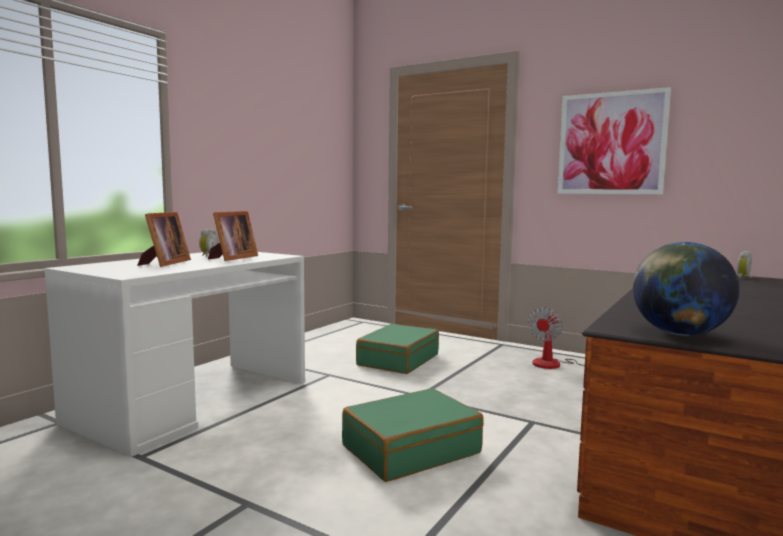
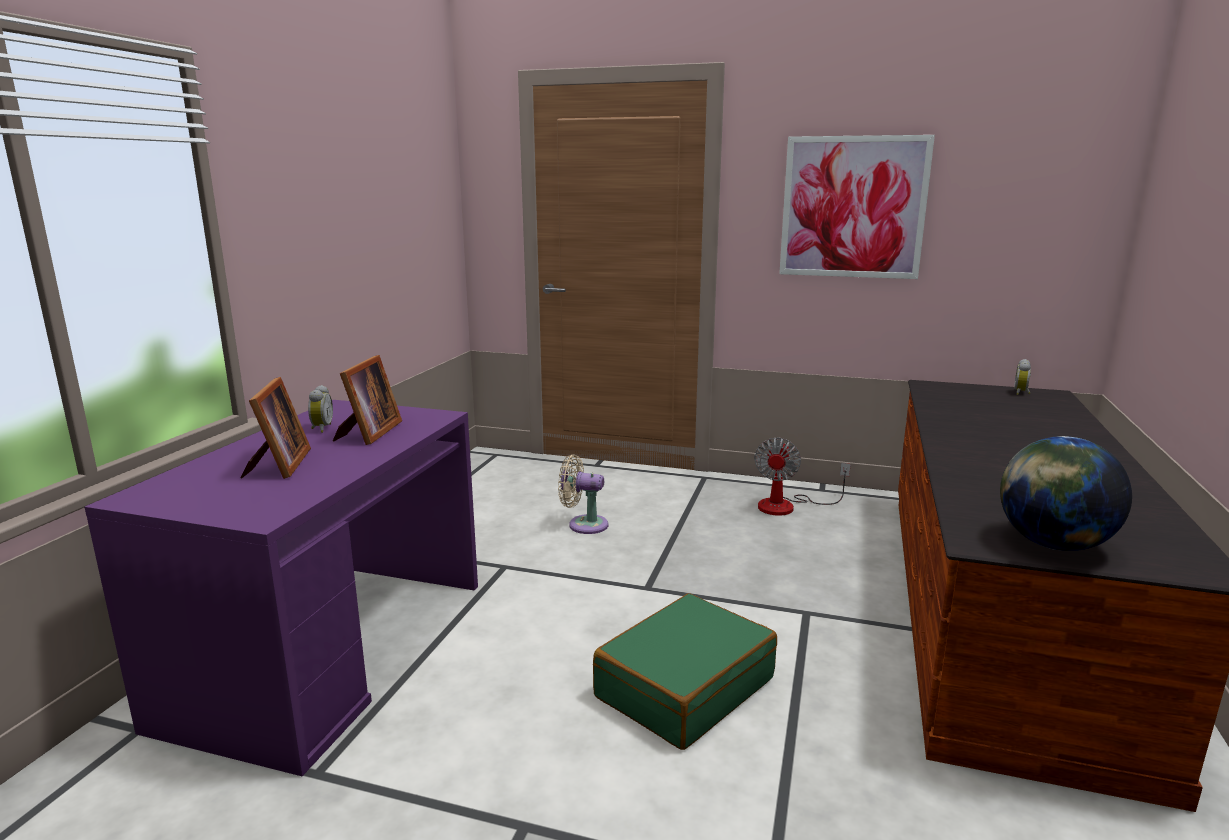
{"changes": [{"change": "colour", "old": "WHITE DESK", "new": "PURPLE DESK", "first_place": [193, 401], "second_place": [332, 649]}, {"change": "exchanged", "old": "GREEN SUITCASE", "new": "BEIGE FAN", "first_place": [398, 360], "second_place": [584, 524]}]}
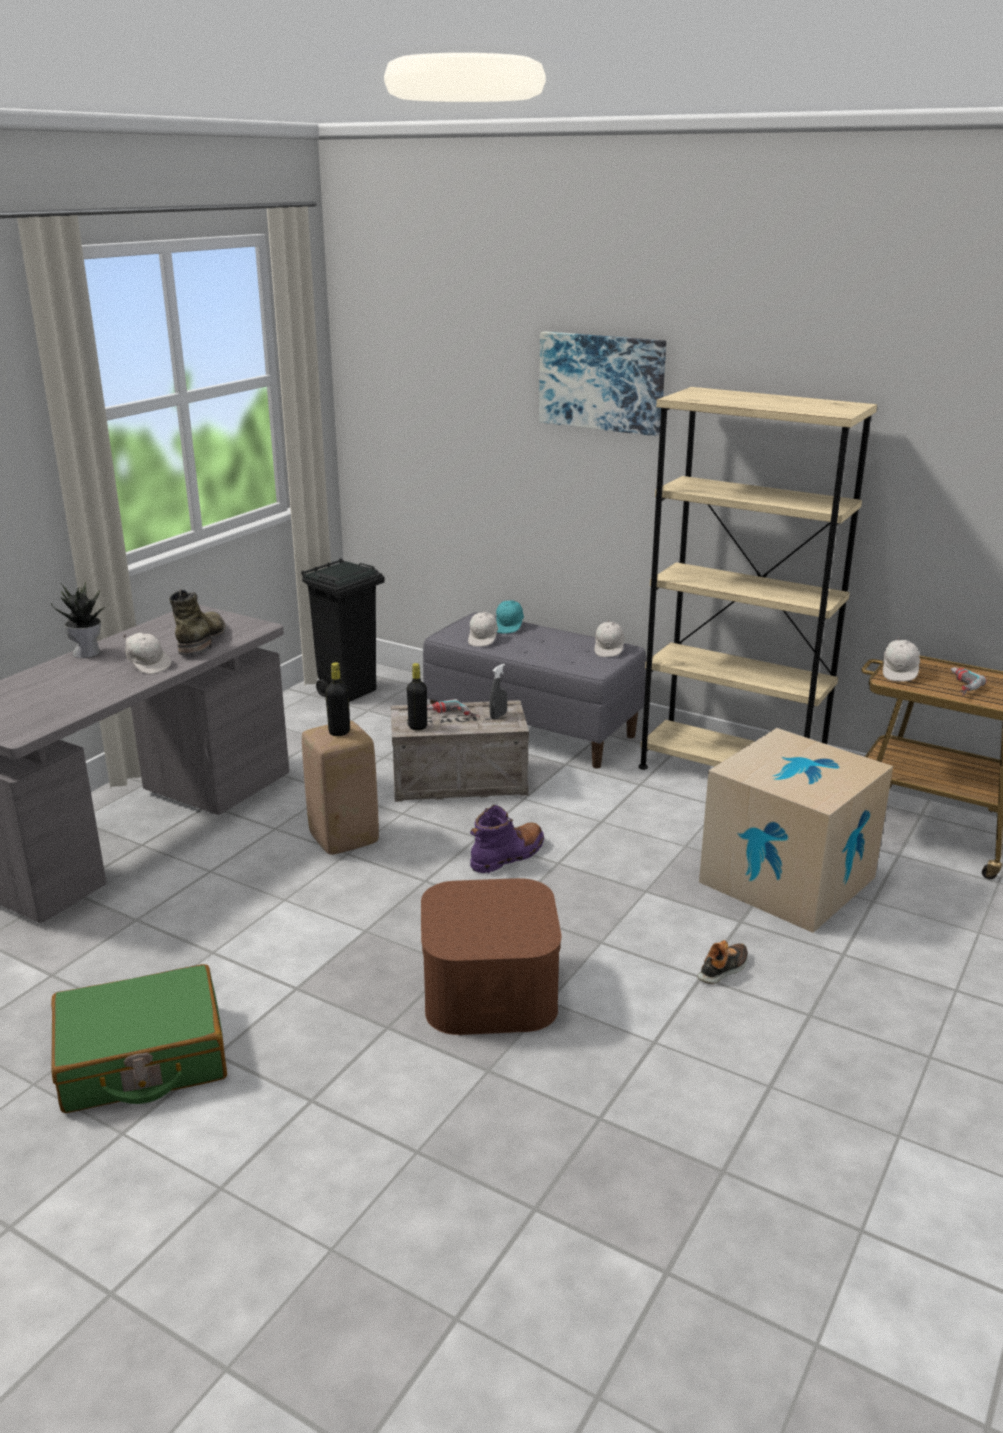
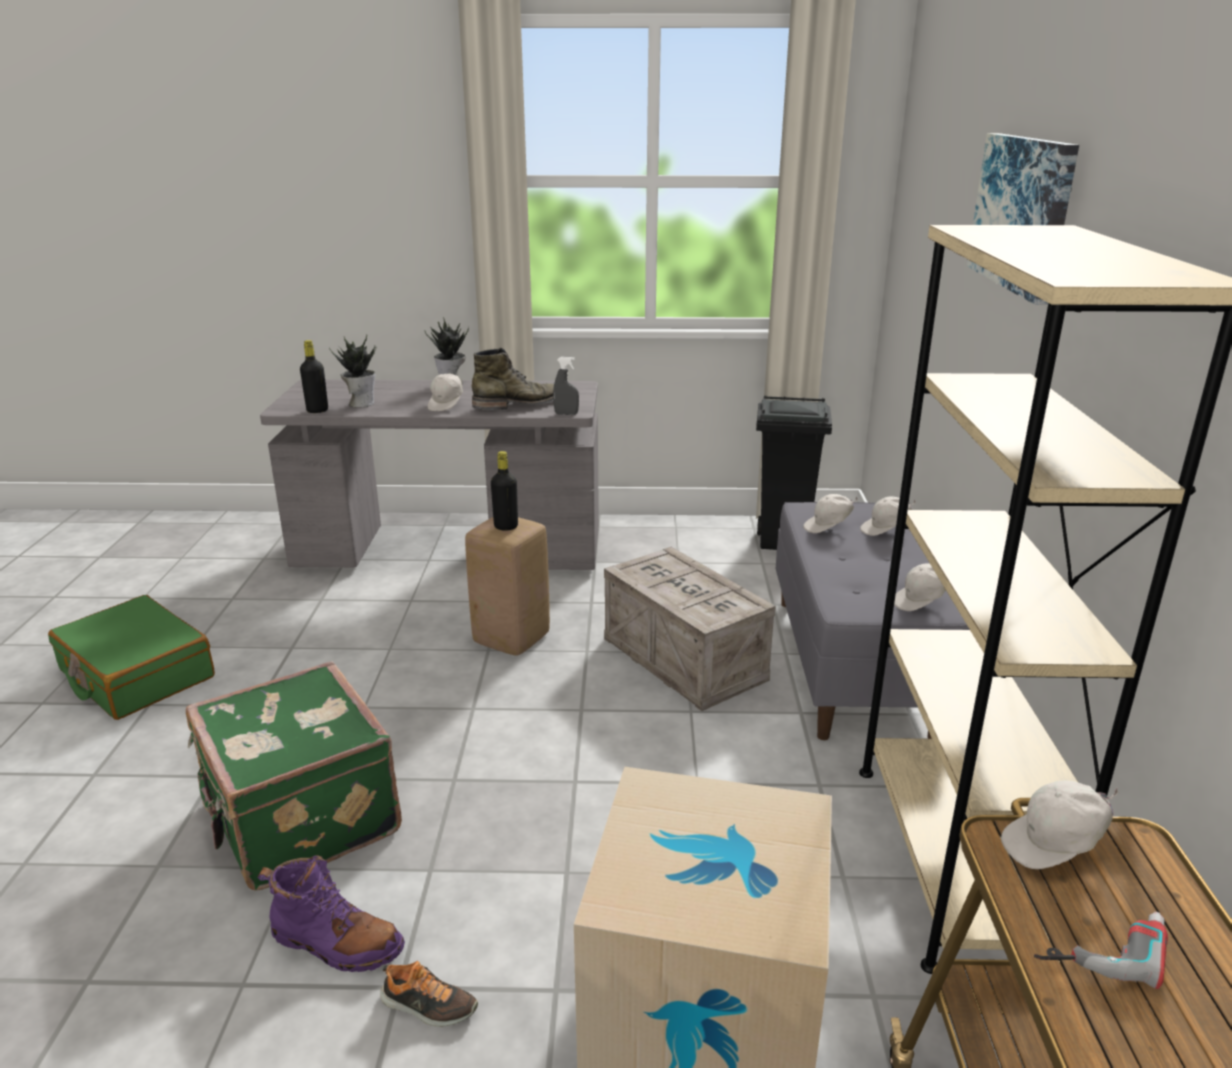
{"changes": [{"change": "exchanged", "old": "BROWN STORAGE BOX", "new": "GREEN SUITCASE", "first_place": [490, 989], "second_place": [299, 818]}, {"change": "relocated", "old": "PURPLE BOOT", "first_place": [508, 856], "second_place": [336, 943]}, {"change": "relocated", "old": "BLACK BOTTLE", "first_place": [418, 726], "second_place": [317, 410]}, {"change": "appeared", "new": "POTTED PLANT", "second_place": [361, 403]}, {"change": "relocated", "old": "GREY SPRAY BOTTLE", "first_place": [498, 716], "second_place": [566, 414]}, {"change": "colour", "old": "TURQUOISE CAP", "new": "WHITE CAP", "first_place": [509, 627], "second_place": [886, 530]}, {"change": "missing", "old": "POWER DRILL", "first_place": [452, 715]}]}
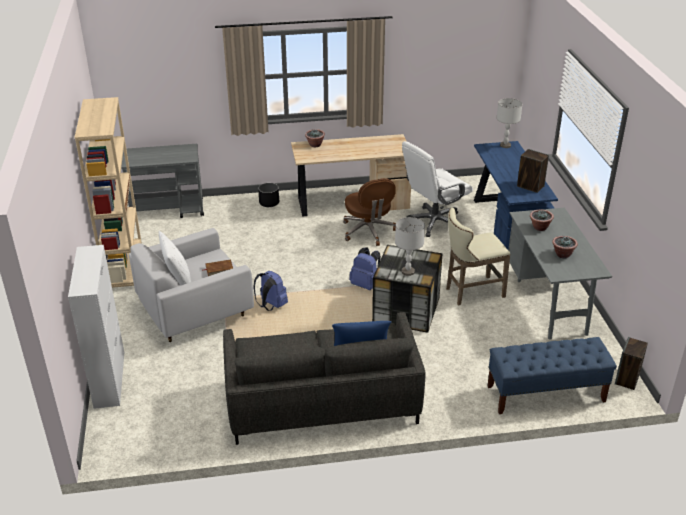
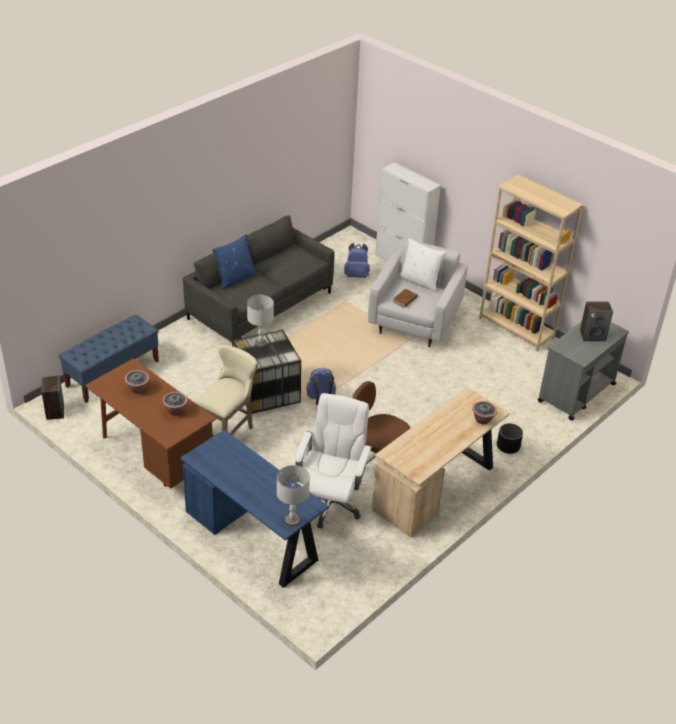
{"changes": [{"change": "colour", "old": "GREY DESK", "new": "BROWN DESK", "first_place": [548, 301], "second_place": [154, 456]}, {"change": "relocated", "old": "BLUE BACKPACK", "first_place": [271, 306], "second_place": [356, 275]}, {"change": "relocated", "old": "SPEAKER", "first_place": [530, 186], "second_place": [592, 335]}]}
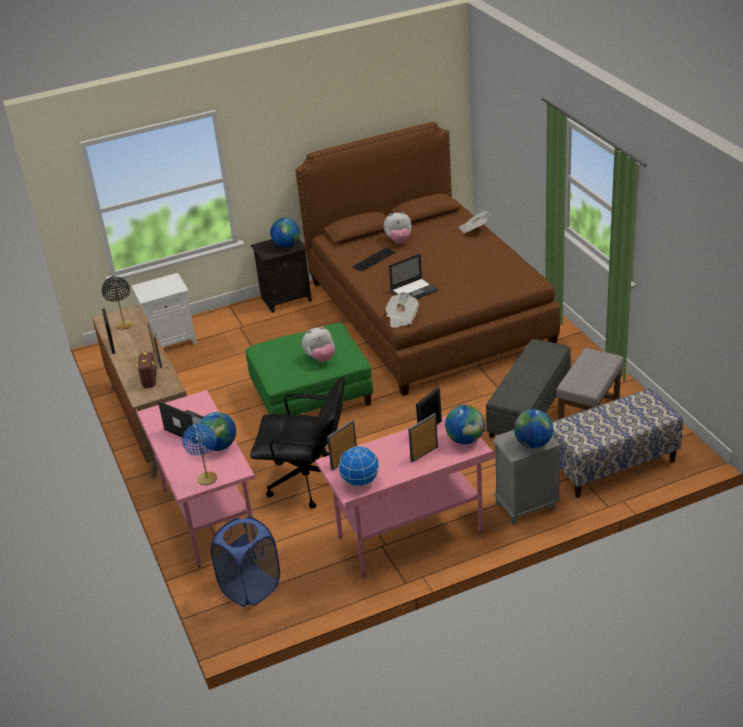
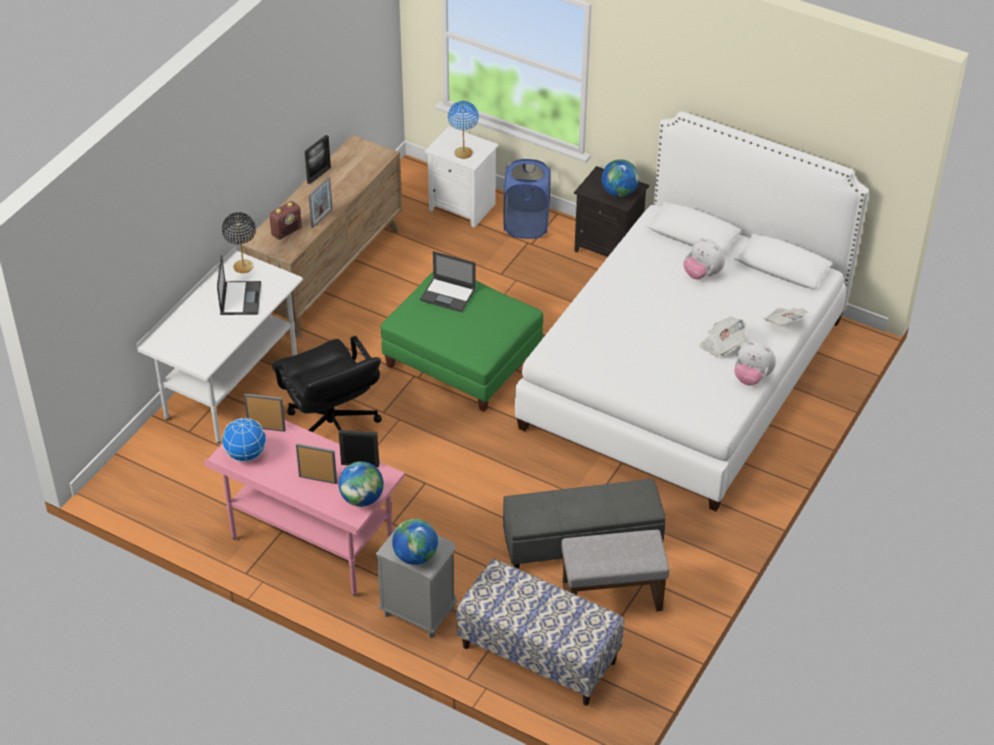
{"changes": [{"change": "colour", "old": "PINK DESK", "new": "WHITE DESK", "first_place": [208, 518], "second_place": [231, 389]}, {"change": "relocated", "old": "BLACK TABLE LAMP", "first_place": [124, 325], "second_place": [243, 267]}, {"change": "relocated", "old": "LAPTOP", "first_place": [414, 290], "second_place": [448, 295]}, {"change": "relocated", "old": "BLUE TABLE LAMP", "first_place": [207, 479], "second_place": [463, 153]}, {"change": "relocated", "old": "BLUE LAUNDRY BASKET", "first_place": [251, 588], "second_place": [526, 225]}, {"change": "colour", "old": "BROWN BED", "new": "WHITE BED", "first_place": [427, 312], "second_place": [683, 372]}, {"change": "relocated", "old": "NEWSPAPER", "first_place": [401, 318], "second_place": [722, 345]}, {"change": "relocated", "old": "PLUSH TOY", "first_place": [320, 358], "second_place": [752, 378]}, {"change": "missing", "old": "GLOBE", "first_place": [219, 446]}, {"change": "missing", "old": "KEYBOARD", "first_place": [373, 259]}]}
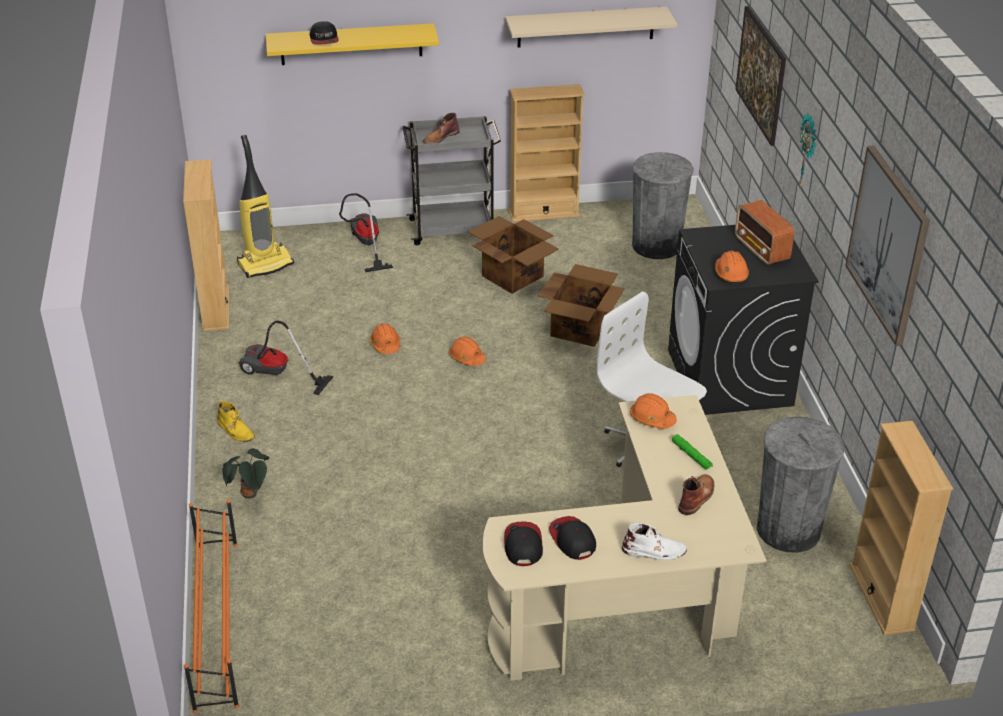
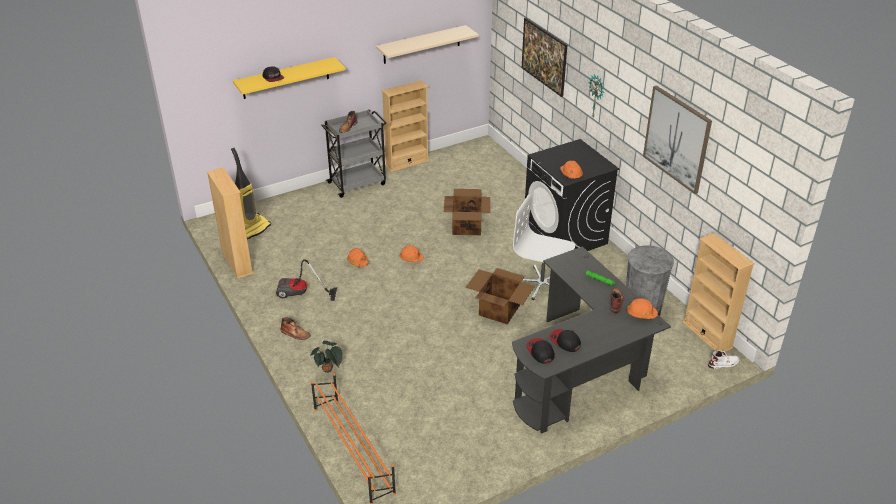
{"changes": [{"change": "colour", "old": "YELLOW BOOT", "new": "BROWN BOOT", "first_place": [235, 430], "second_place": [295, 334]}, {"change": "relocated", "old": "CARDBOARD BOX", "first_place": [512, 275], "second_place": [498, 310]}, {"change": "colour", "old": "BEIGE DESK", "new": "BLACK DESK", "first_place": [631, 601], "second_place": [582, 372]}, {"change": "relocated", "old": "ORANGE HARD HAT", "first_place": [652, 419], "second_place": [641, 313]}, {"change": "relocated", "old": "WHITE BOOT", "first_place": [654, 551], "second_place": [724, 363]}, {"change": "missing", "old": "VACUUM CLEANER", "first_place": [365, 245]}, {"change": "missing", "old": "GREY TRASH CAN", "first_place": [656, 245]}, {"change": "missing", "old": "RADIO", "first_place": [761, 250]}]}
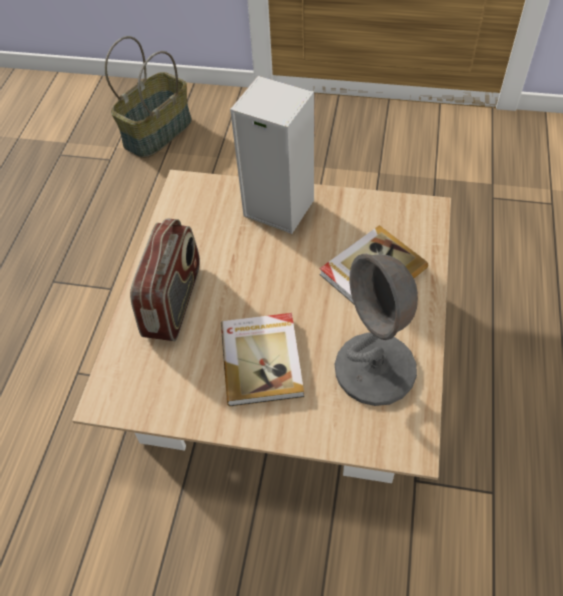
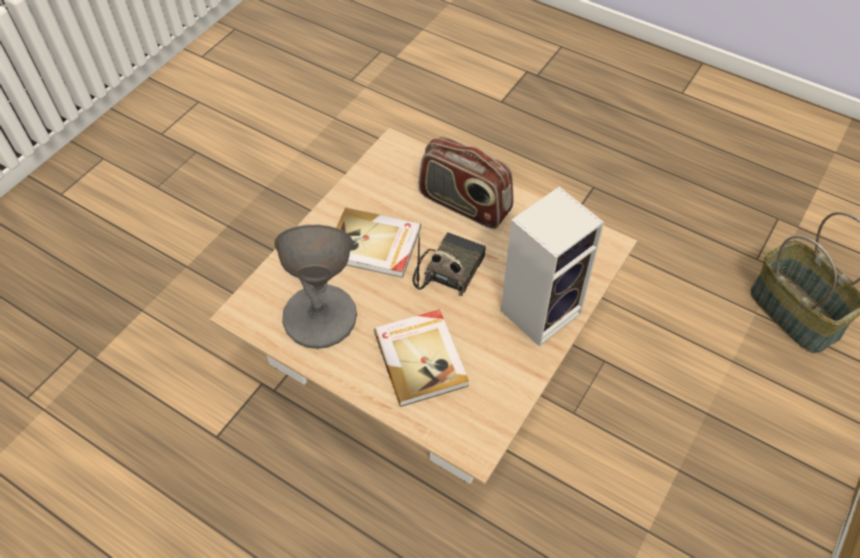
{"changes": [{"change": "appeared", "new": "RADIO", "second_place": [448, 269]}]}
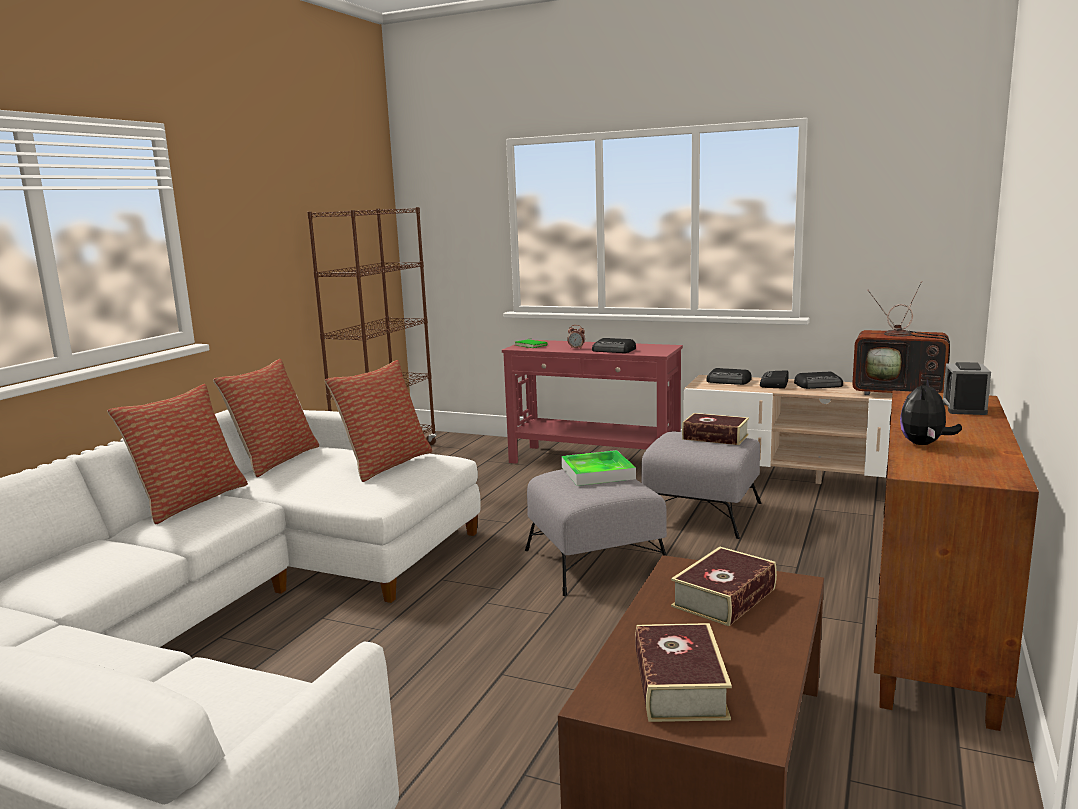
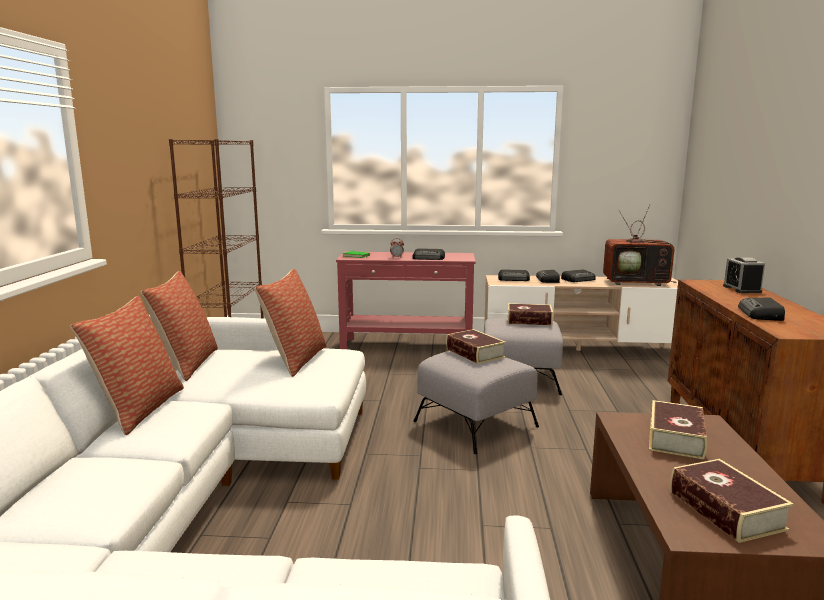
{"changes": [{"change": "exchanged", "old": "TRAY", "new": "BOOK", "first_place": [597, 473], "second_place": [475, 353]}, {"change": "exchanged", "old": "PLUSH TOY", "new": "RADIO", "first_place": [924, 444], "second_place": [761, 314]}]}
